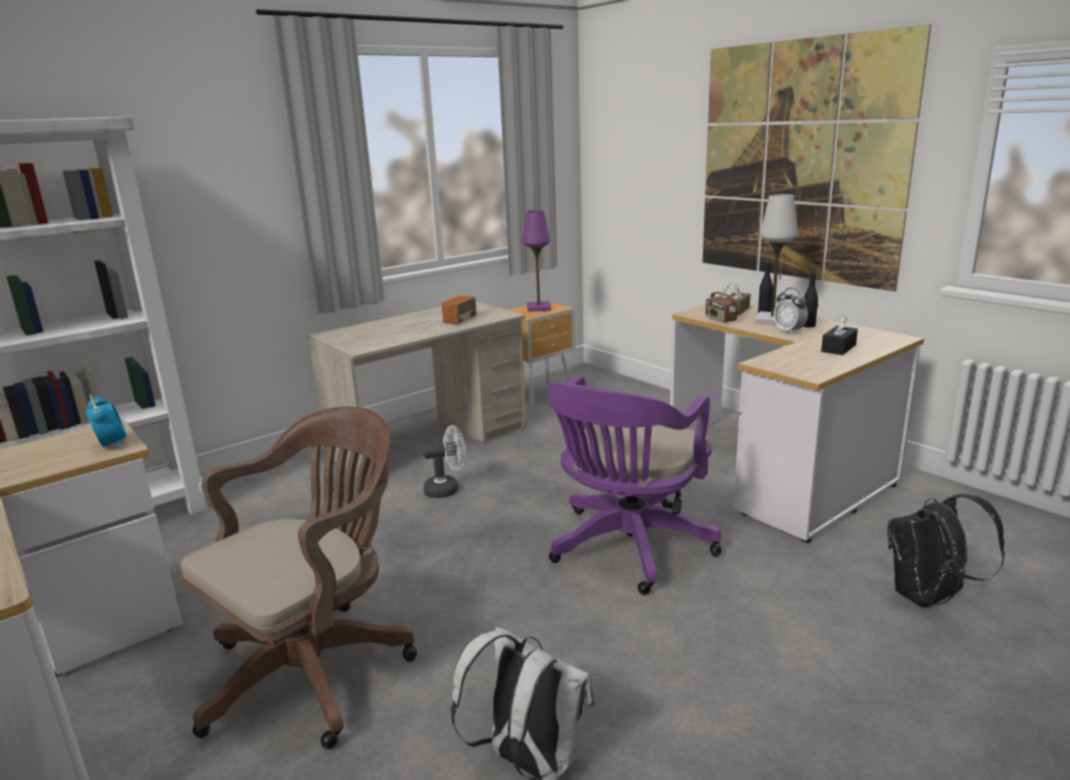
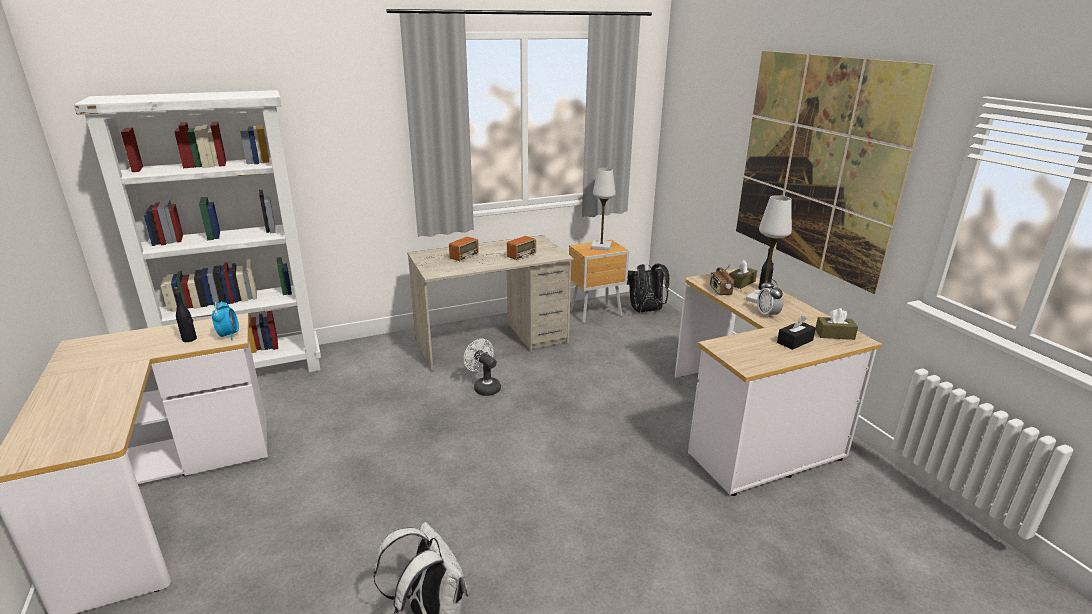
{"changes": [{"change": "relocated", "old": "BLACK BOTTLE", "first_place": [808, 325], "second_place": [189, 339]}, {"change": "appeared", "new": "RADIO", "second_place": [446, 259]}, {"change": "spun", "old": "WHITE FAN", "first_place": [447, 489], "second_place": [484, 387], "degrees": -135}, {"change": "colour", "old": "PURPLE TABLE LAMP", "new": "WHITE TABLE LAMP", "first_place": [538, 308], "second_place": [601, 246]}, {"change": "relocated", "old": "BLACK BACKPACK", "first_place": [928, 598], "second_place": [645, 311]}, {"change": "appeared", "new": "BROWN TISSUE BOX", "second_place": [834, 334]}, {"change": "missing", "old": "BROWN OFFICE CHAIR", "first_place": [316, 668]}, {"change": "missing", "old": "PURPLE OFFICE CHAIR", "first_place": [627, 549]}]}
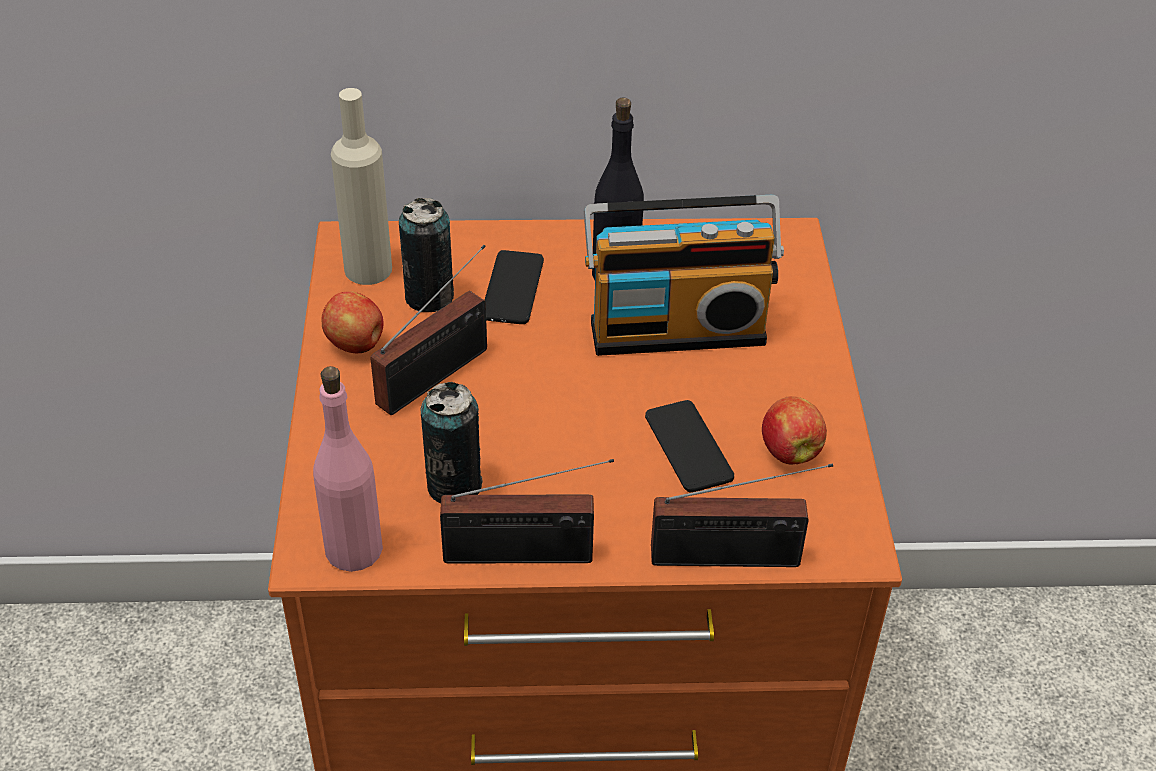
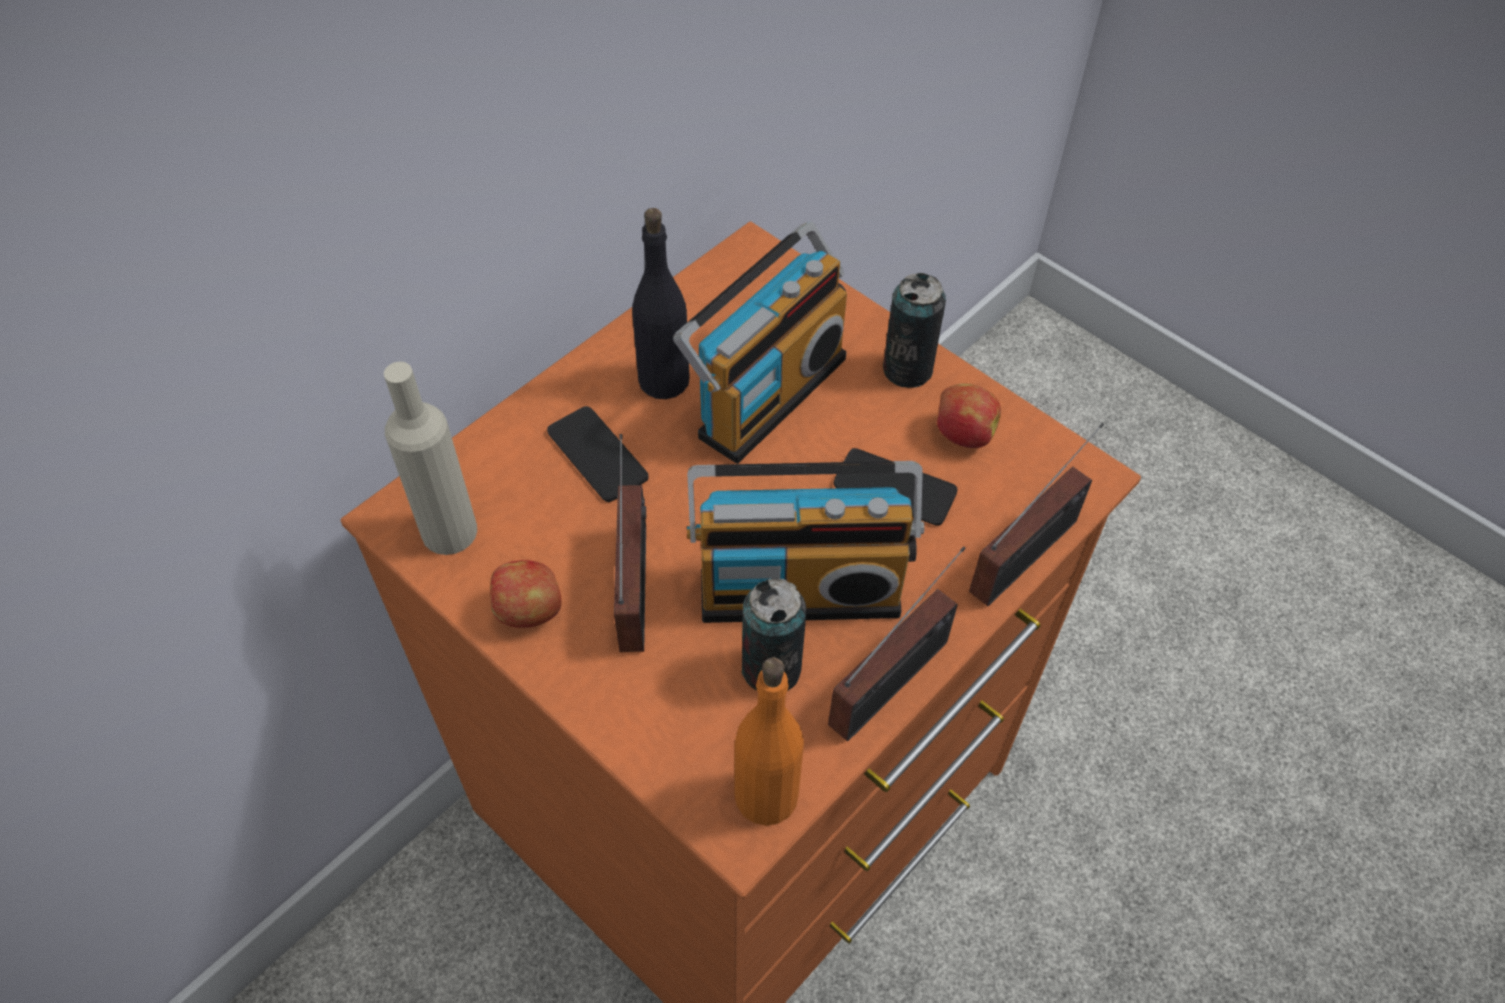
{"changes": [{"change": "appeared", "new": "RADIO", "second_place": [799, 587]}, {"change": "colour", "old": "PINK BOTTLE", "new": "ORANGE BOTTLE", "first_place": [354, 549], "second_place": [765, 795]}, {"change": "relocated", "old": "CAN", "first_place": [429, 297], "second_place": [907, 369]}]}
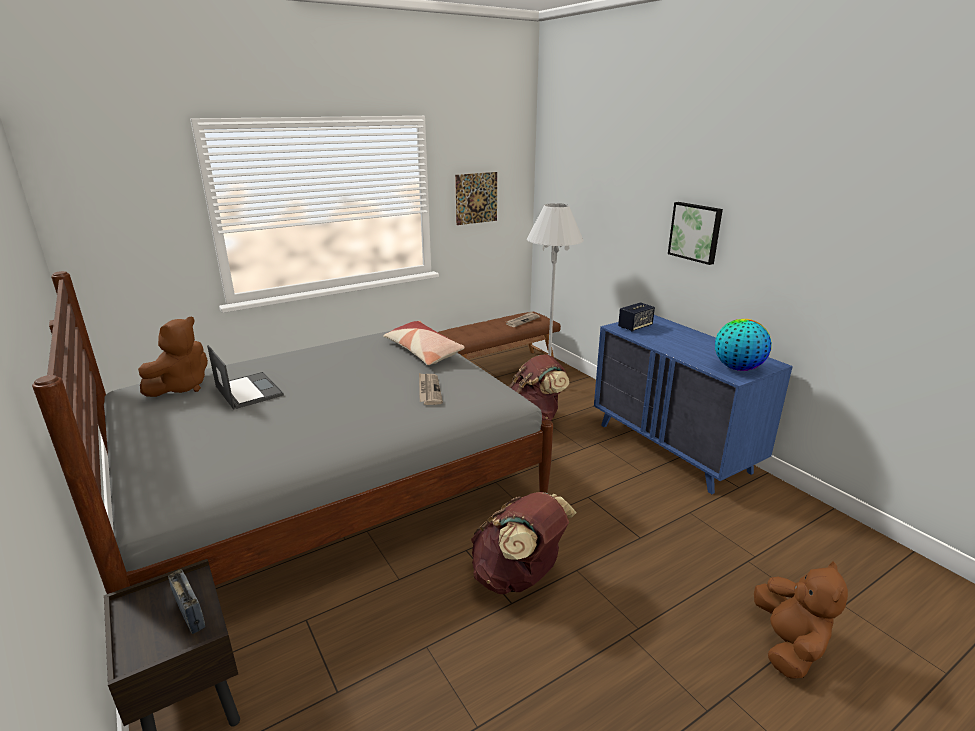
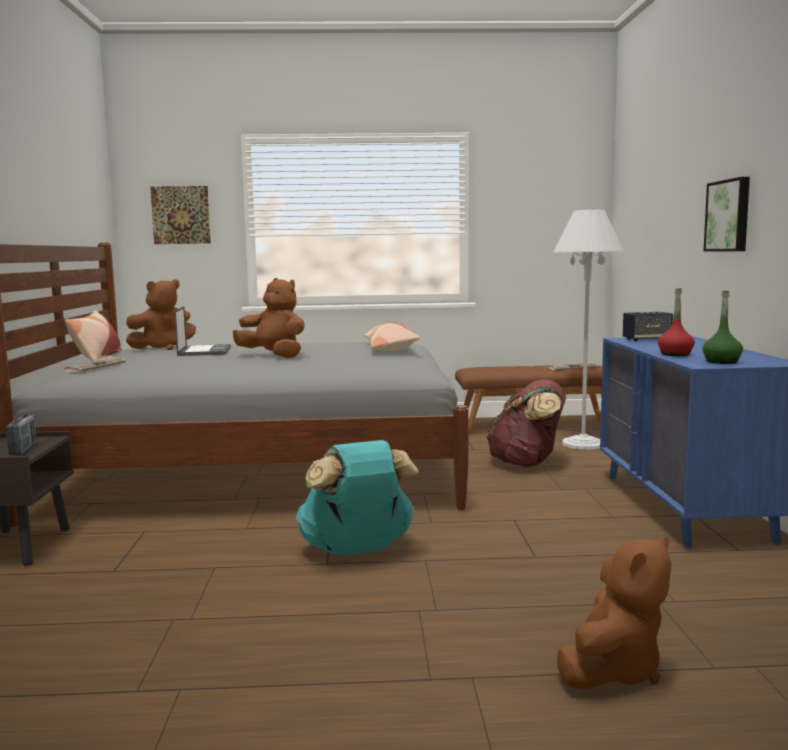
{"changes": [{"change": "relocated", "old": "NEWSPAPER", "first_place": [429, 390], "second_place": [95, 366]}, {"change": "appeared", "new": "PILLOW", "second_place": [96, 357]}, {"change": "relocated", "old": "PICTURE", "first_place": [476, 198], "second_place": [180, 215]}, {"change": "appeared", "new": "BROWN PLUSH TOY", "second_place": [274, 356]}, {"change": "colour", "old": "BROWN BACKPACK", "new": "TURQUOISE BACKPACK", "first_place": [518, 577], "second_place": [357, 551]}, {"change": "appeared", "new": "RED BOTTLE", "second_place": [675, 354]}, {"change": "exchanged", "old": "GLOBE", "new": "GREEN BOTTLE", "first_place": [737, 368], "second_place": [721, 362]}]}
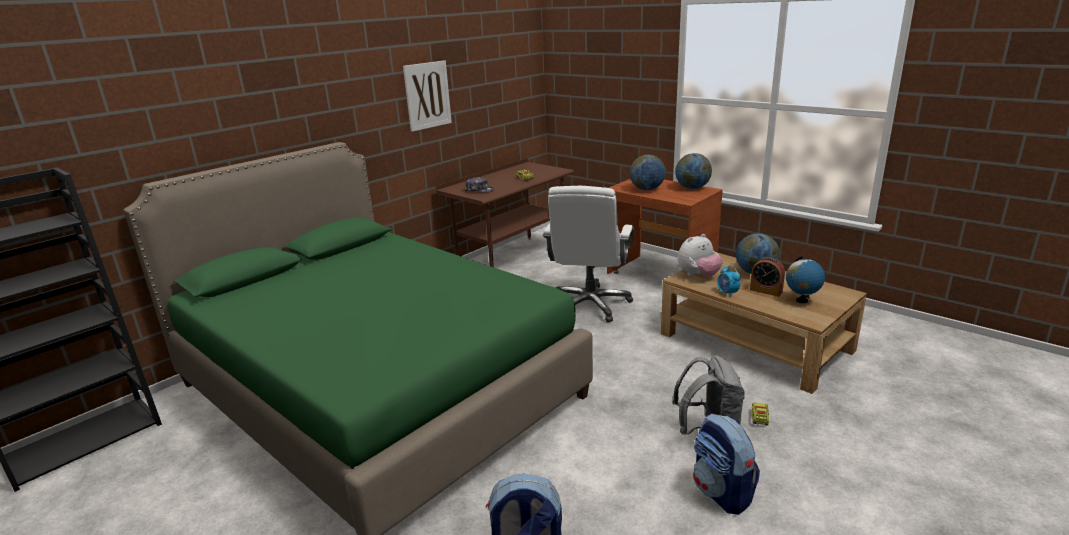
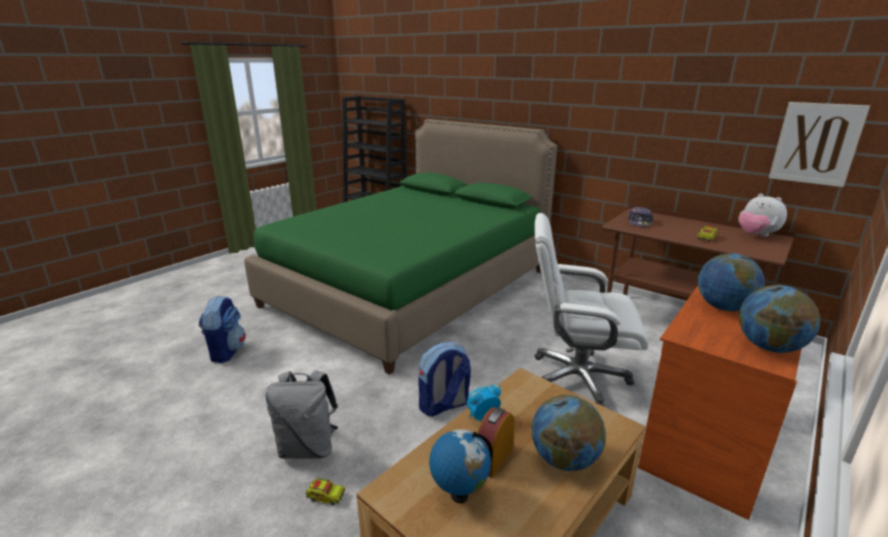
{"changes": [{"change": "relocated", "old": "BACKPACK", "first_place": [722, 493], "second_place": [444, 406]}, {"change": "relocated", "old": "PLUSH TOY", "first_place": [698, 275], "second_place": [756, 235]}, {"change": "relocated", "old": "PICTURE", "first_place": [427, 95], "second_place": [816, 144]}]}
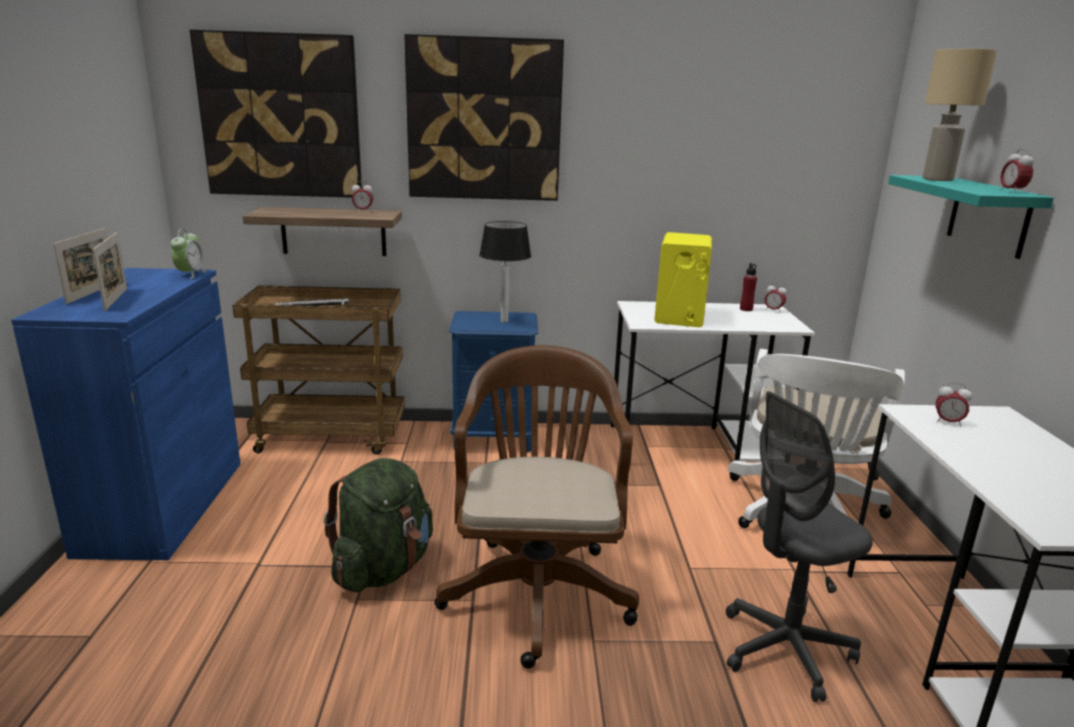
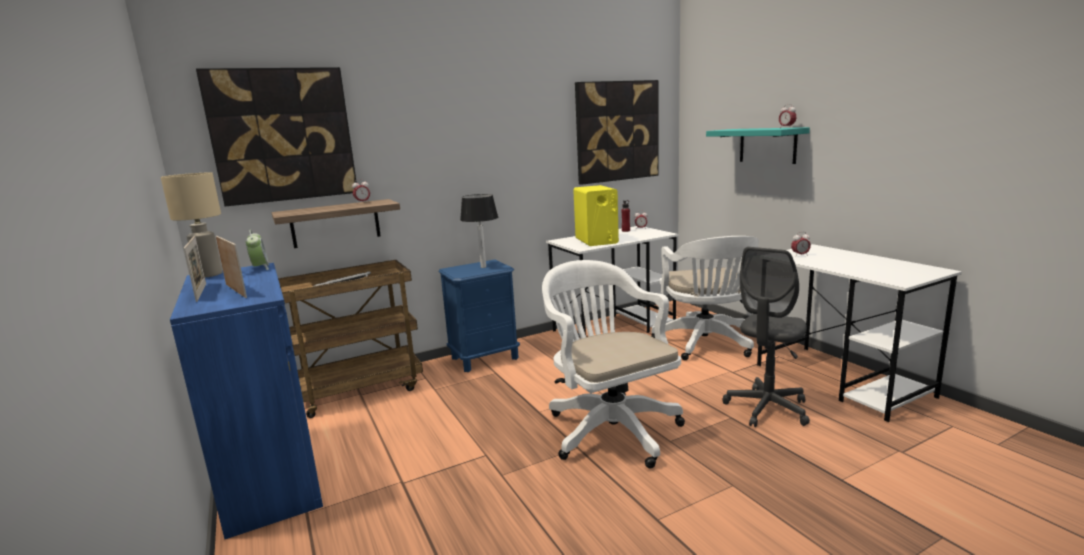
{"changes": [{"change": "relocated", "old": "BEIGE TABLE LAMP", "first_place": [937, 180], "second_place": [209, 275]}, {"change": "colour", "old": "BROWN OFFICE CHAIR", "new": "WHITE OFFICE CHAIR", "first_place": [537, 588], "second_place": [609, 428]}, {"change": "relocated", "old": "PICTURE", "first_place": [484, 120], "second_place": [617, 131]}, {"change": "missing", "old": "GREEN BACKPACK", "first_place": [383, 569]}]}
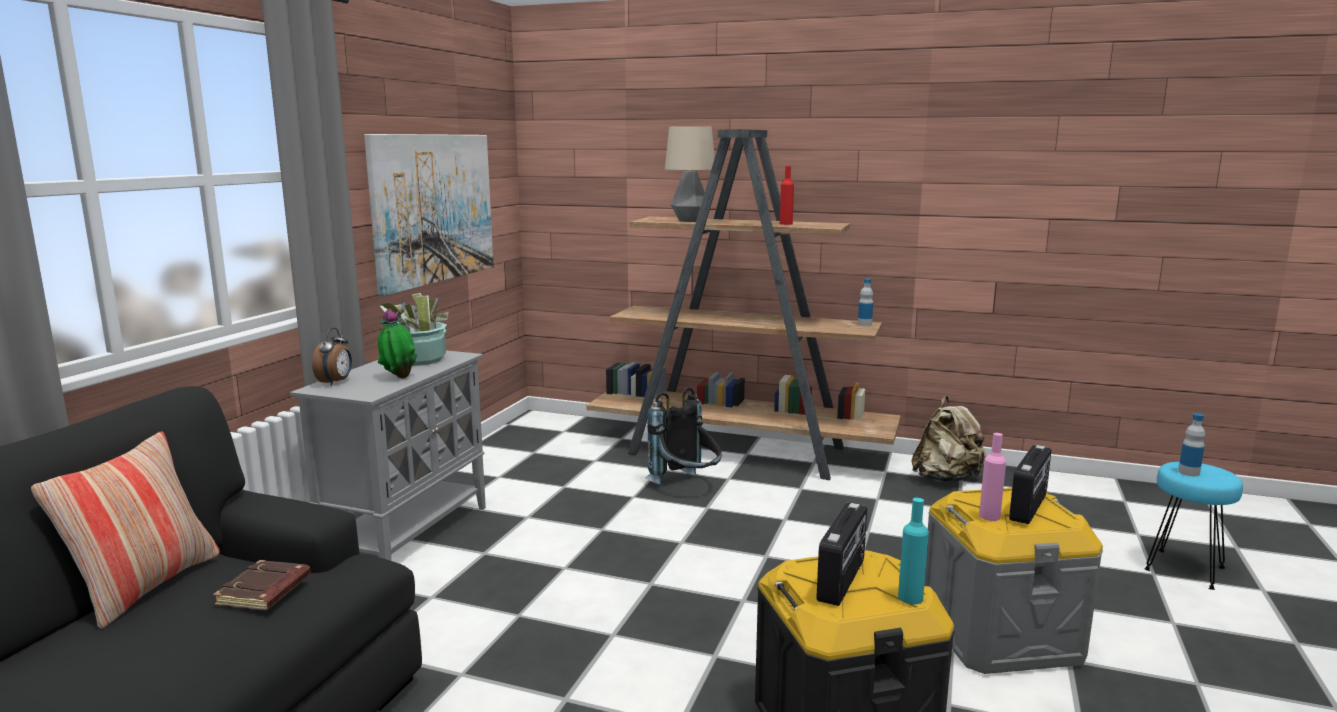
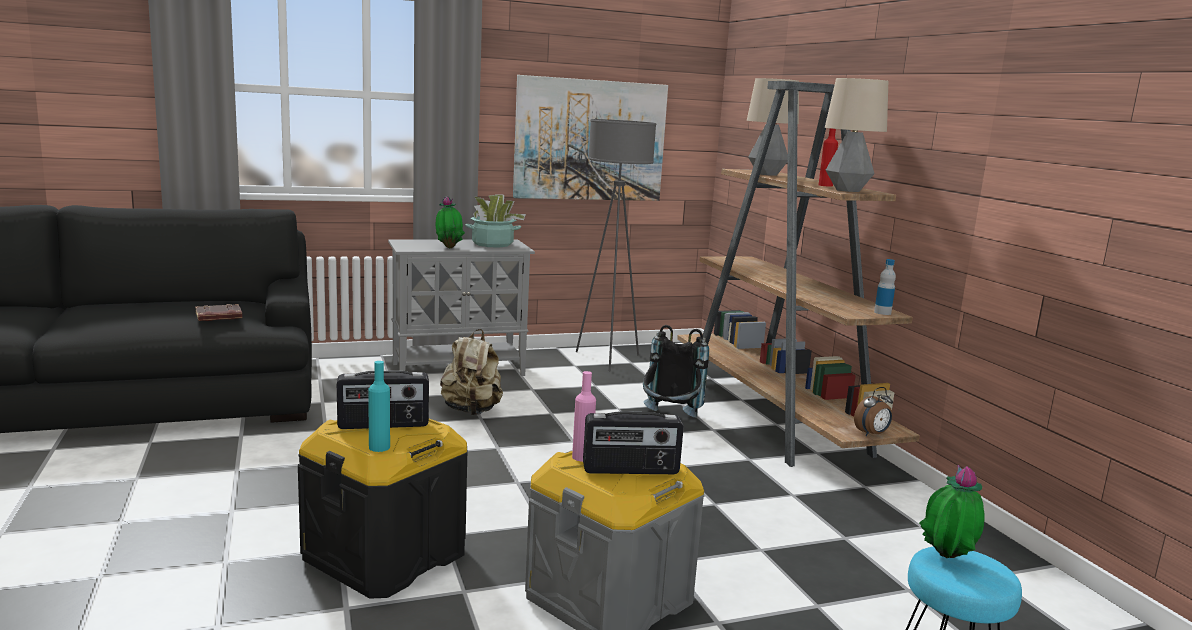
{"changes": [{"change": "relocated", "old": "BEIGE BACKPACK", "first_place": [946, 479], "second_place": [471, 411]}, {"change": "appeared", "new": "GREY FLOOR LAMP", "second_place": [607, 359]}, {"change": "appeared", "new": "TABLE LAMP", "second_place": [847, 190]}, {"change": "relocated", "old": "ALARM CLOCK", "first_place": [336, 382], "second_place": [872, 434]}, {"change": "exchanged", "old": "BOTTLE", "new": "POTTED PLANT", "first_place": [1188, 472], "second_place": [945, 560]}, {"change": "missing", "old": "PILLOW", "first_place": [146, 586]}]}
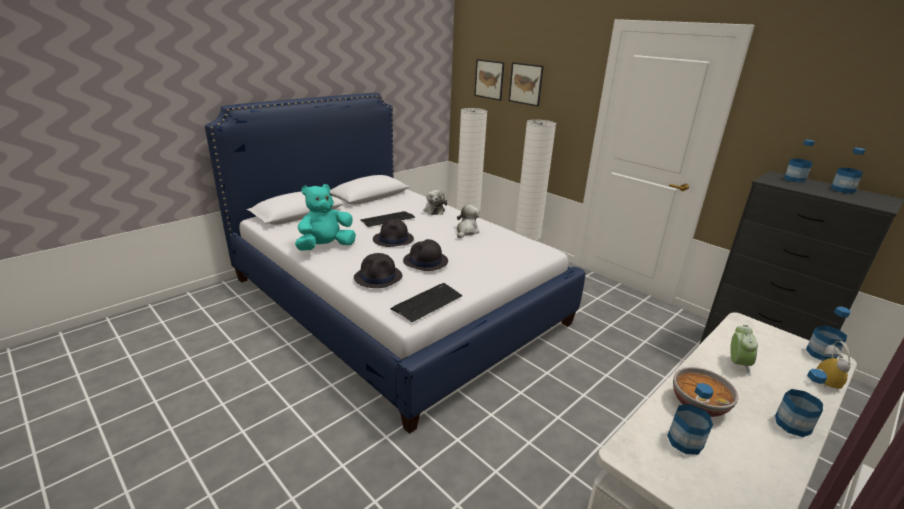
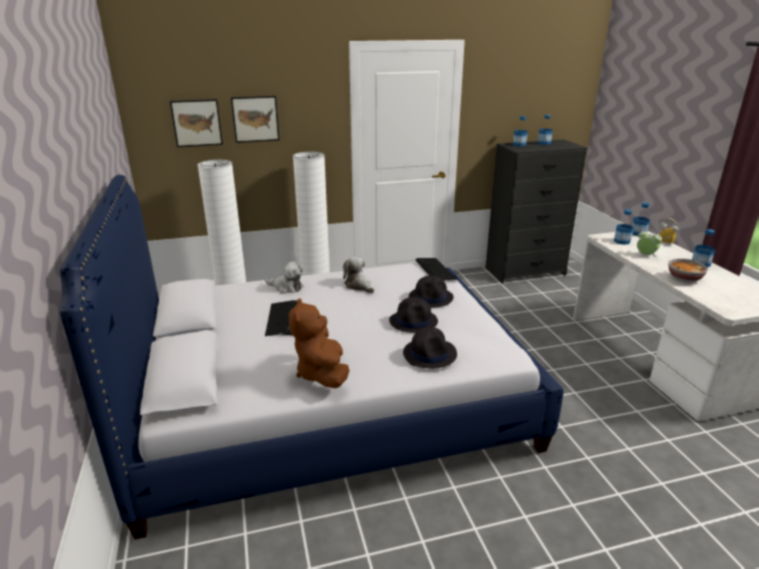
{"changes": [{"change": "colour", "old": "TURQUOISE PLUSH TOY", "new": "BROWN PLUSH TOY", "first_place": [326, 247], "second_place": [322, 374]}, {"change": "relocated", "old": "BLACK HAT", "first_place": [393, 239], "second_place": [431, 297]}, {"change": "relocated", "old": "KEYBOARD", "first_place": [427, 302], "second_place": [435, 270]}, {"change": "relocated", "old": "BOTTLE", "first_place": [685, 441], "second_place": [621, 241]}]}
